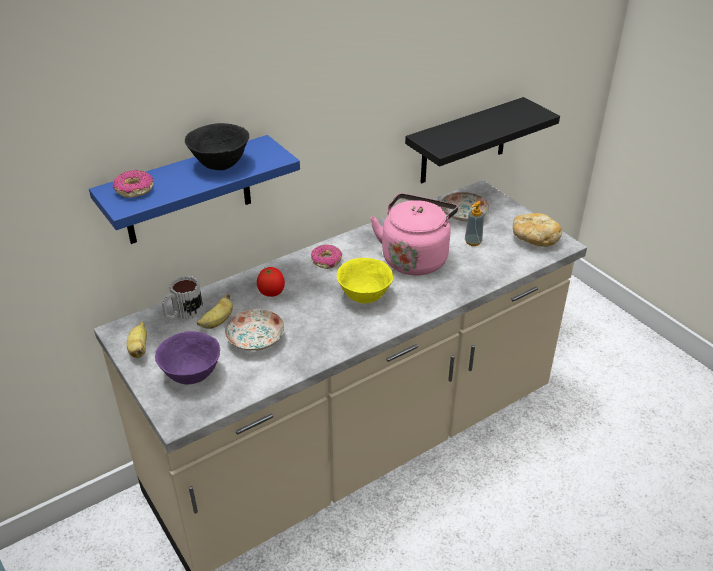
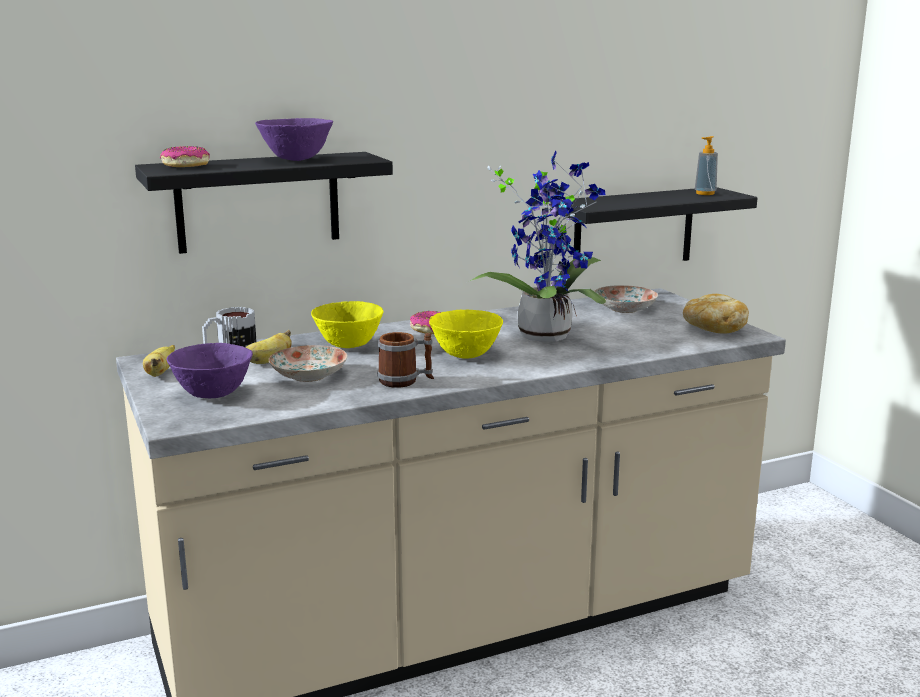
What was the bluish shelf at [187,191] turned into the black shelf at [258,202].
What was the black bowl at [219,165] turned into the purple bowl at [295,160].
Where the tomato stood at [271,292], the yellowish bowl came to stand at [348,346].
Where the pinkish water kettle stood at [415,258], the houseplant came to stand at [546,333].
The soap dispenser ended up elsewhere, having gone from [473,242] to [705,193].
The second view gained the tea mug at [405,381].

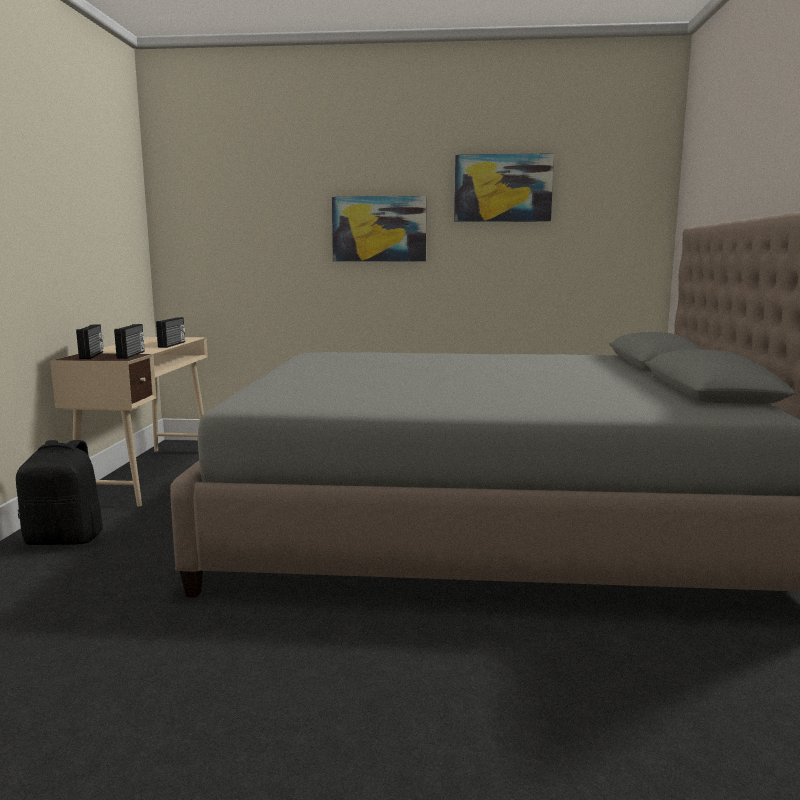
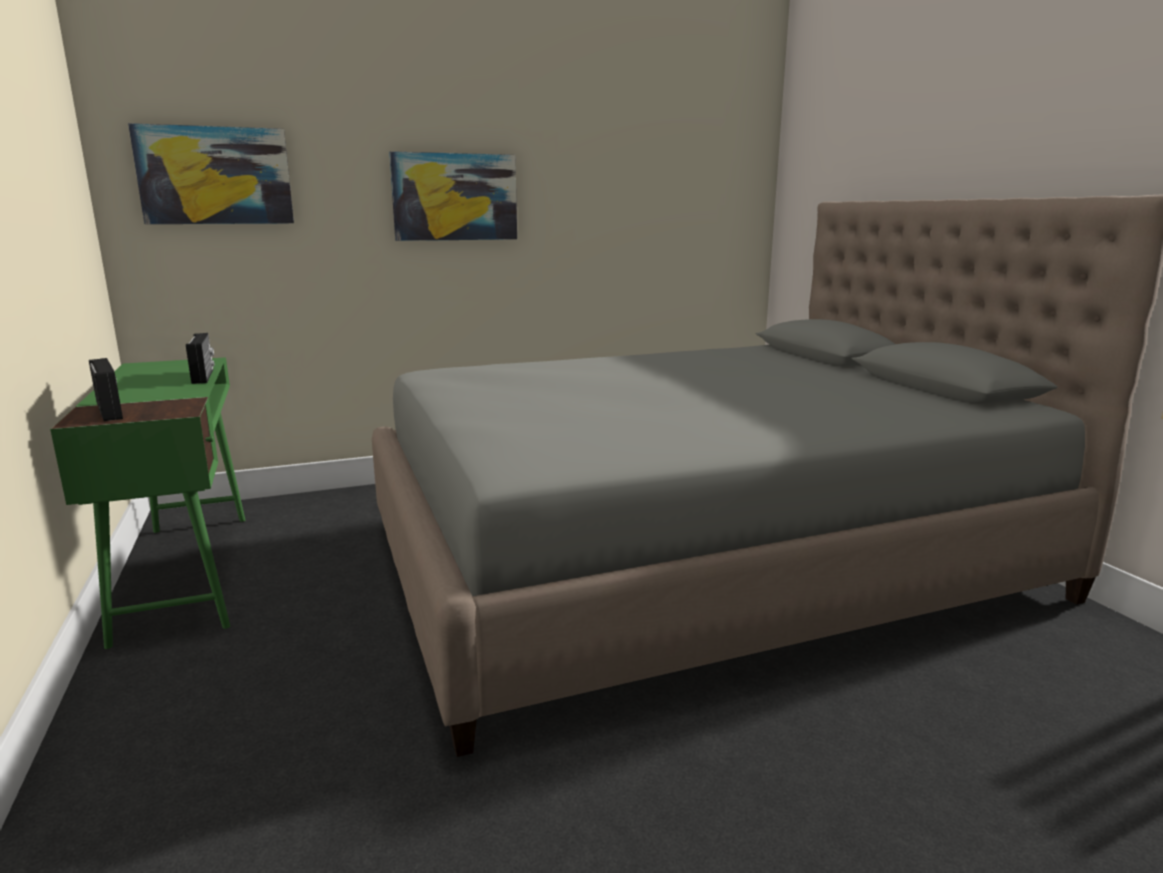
The second view lost the black rucksack at [66,539].
What was the beige-coloured desk unit at [149,474] turned into the green desk unit at [186,572].
The second view lost the radio set at [132,355].
The wall picture ended up elsewhere, having gone from [503,188] to [215,176].

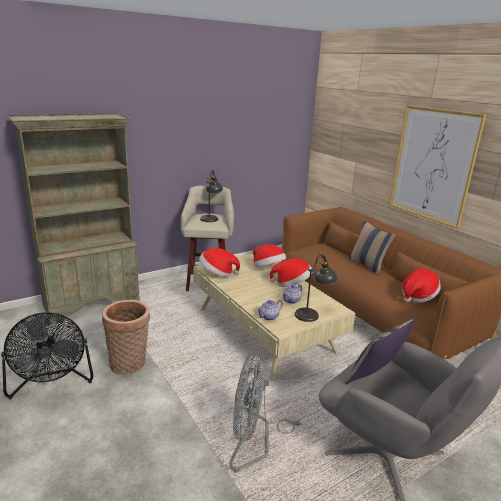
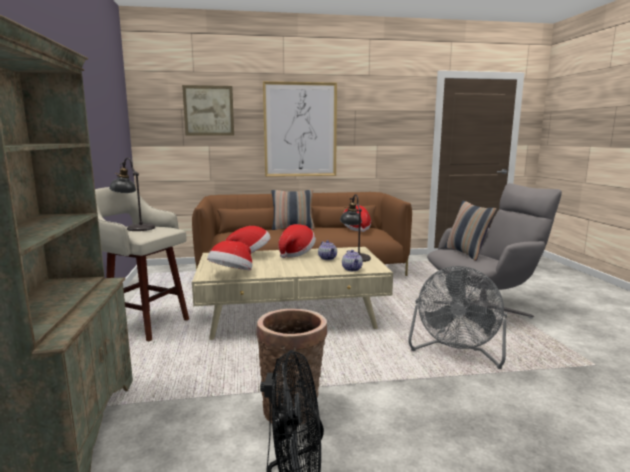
The second view gained the wall picture at [208,110].

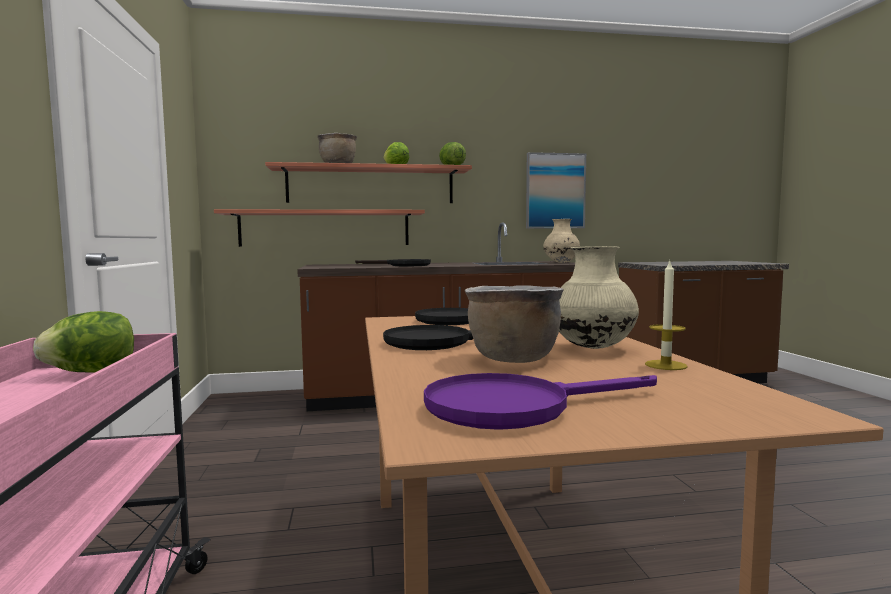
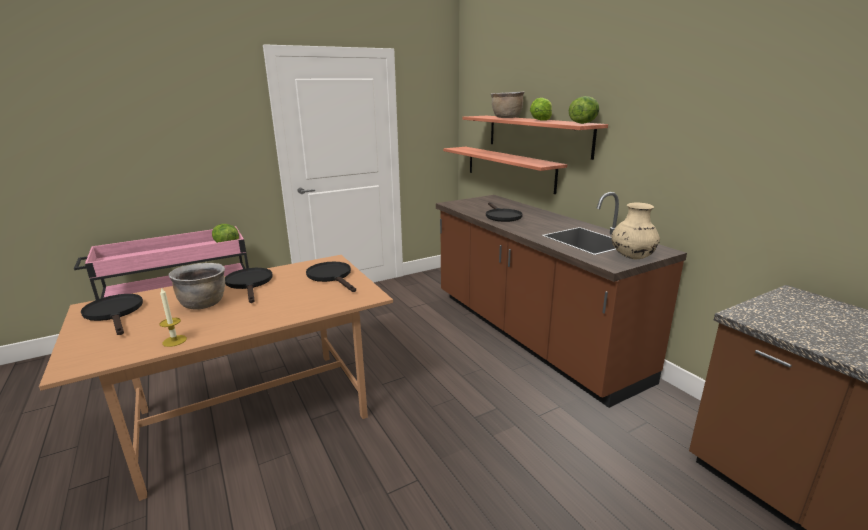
What was the purple pan at [515,407] turned into the black pan at [115,313].
The second view lost the wall picture at [555,191].
The second view lost the beige-coloured flower vase at [593,348].

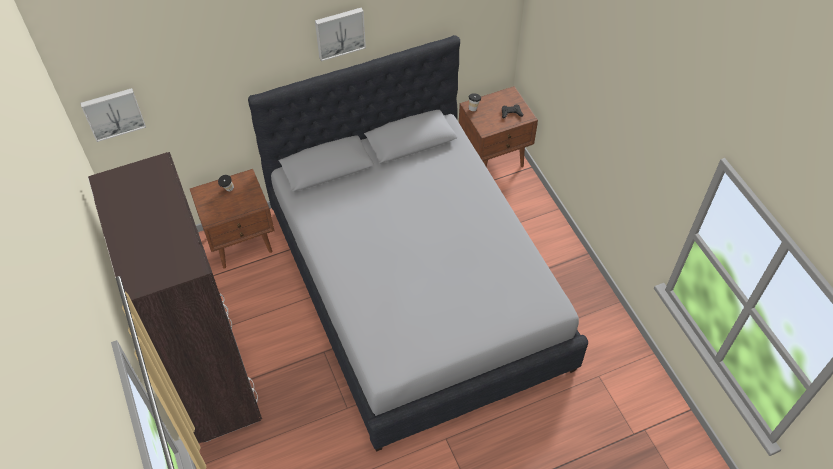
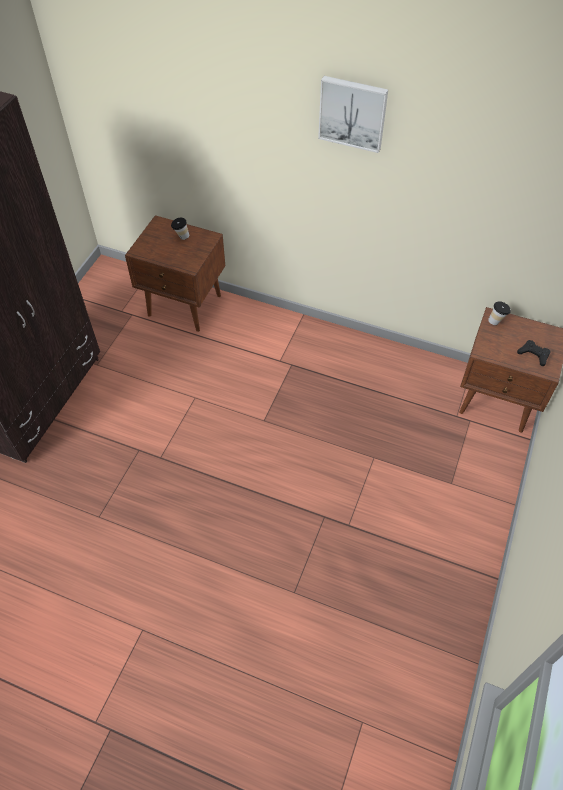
The second view lost the wall picture at [113,113].
The second view lost the gray sleeping bed at [416,286].

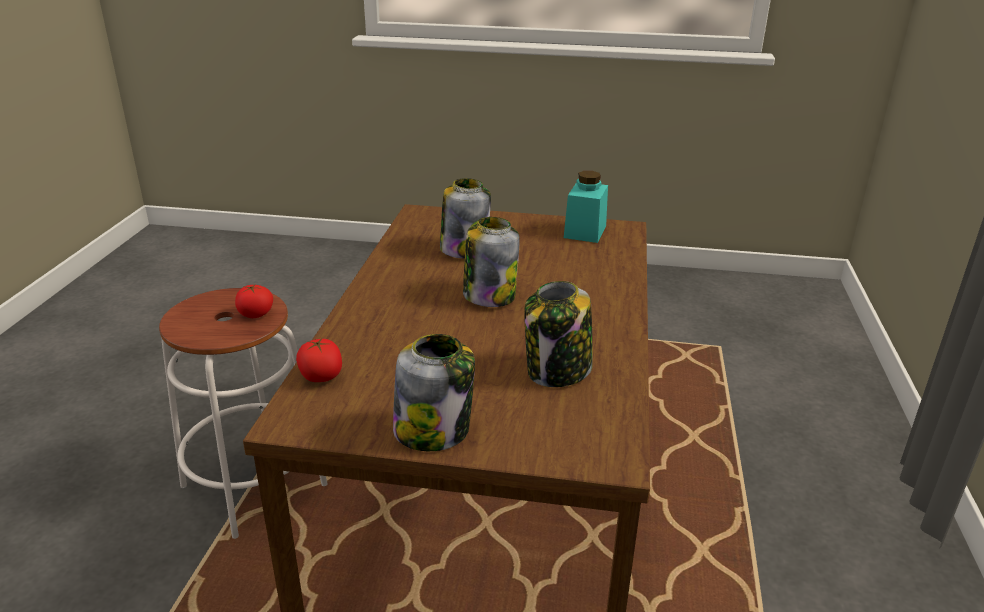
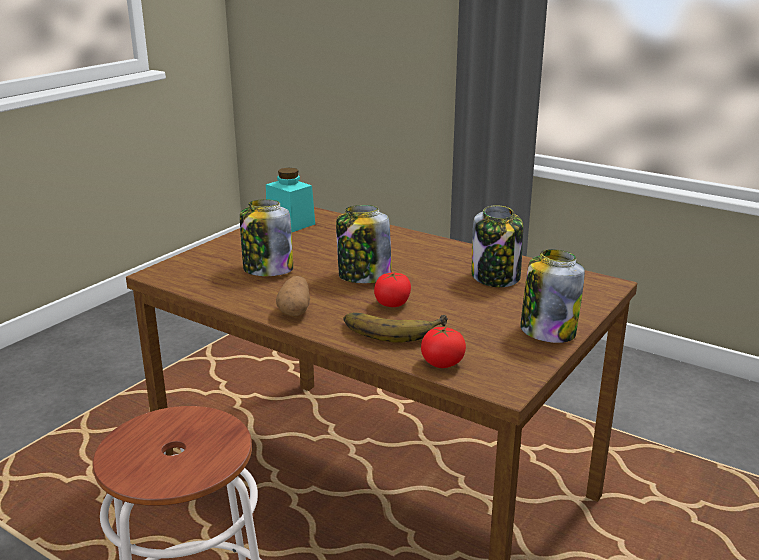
The tomato ended up elsewhere, having gone from [256,314] to [392,304].
The second view gained the whole potato at [295,310].
The second view gained the banana at [393,327].

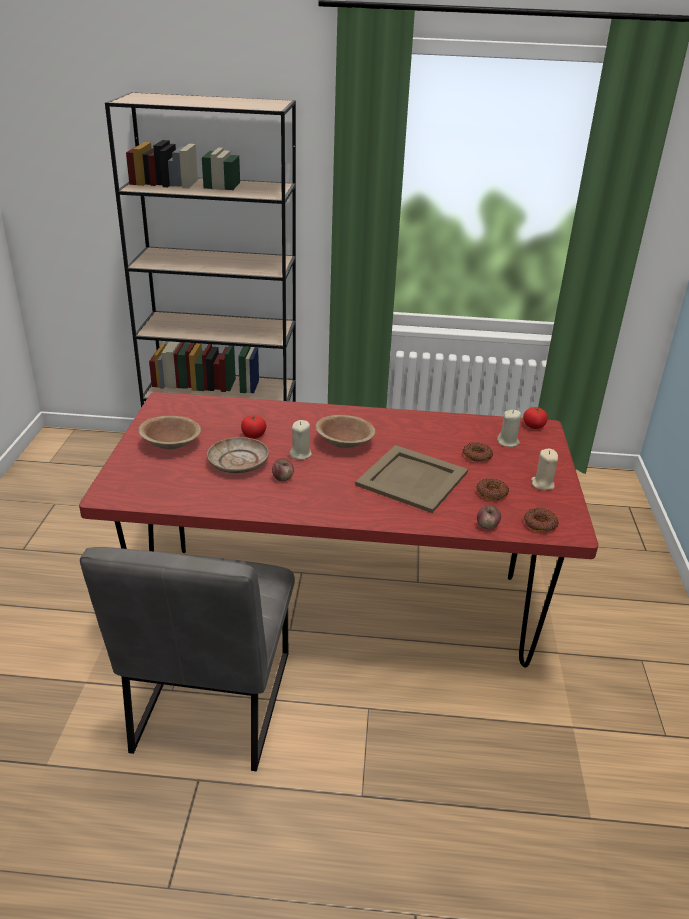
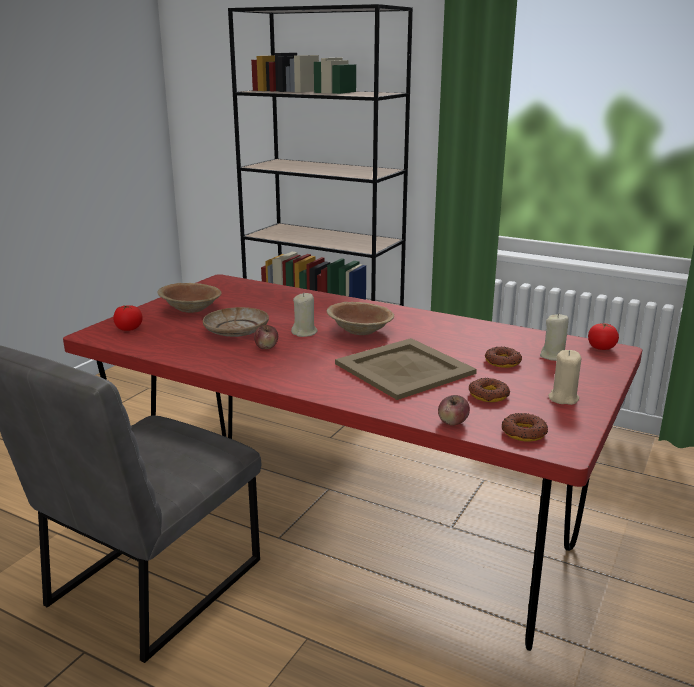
The tomato ended up elsewhere, having gone from [253,435] to [129,328].

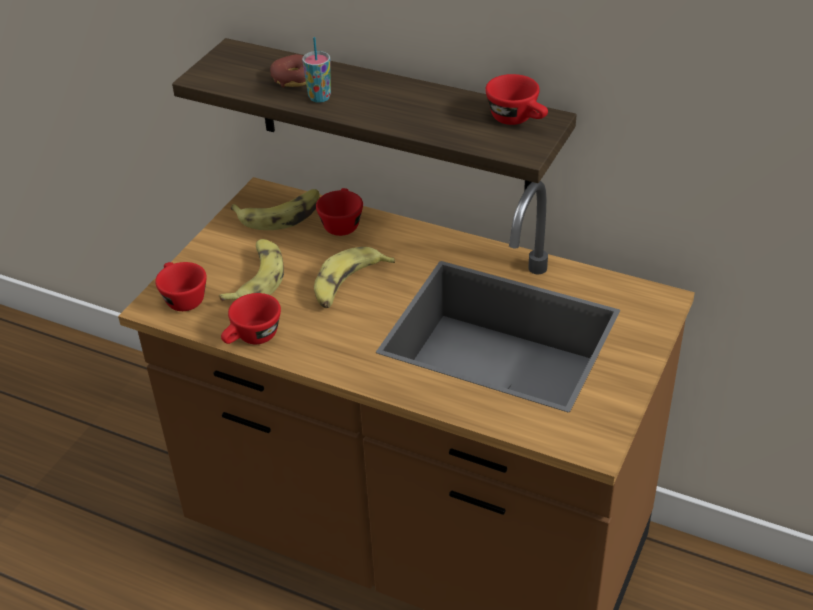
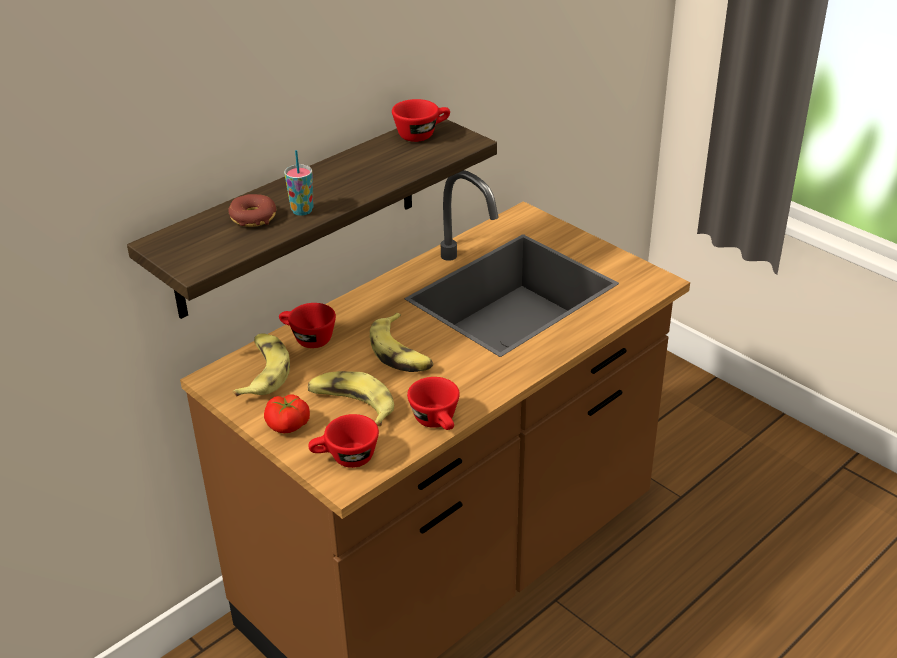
The second view gained the tomato at [288,425].

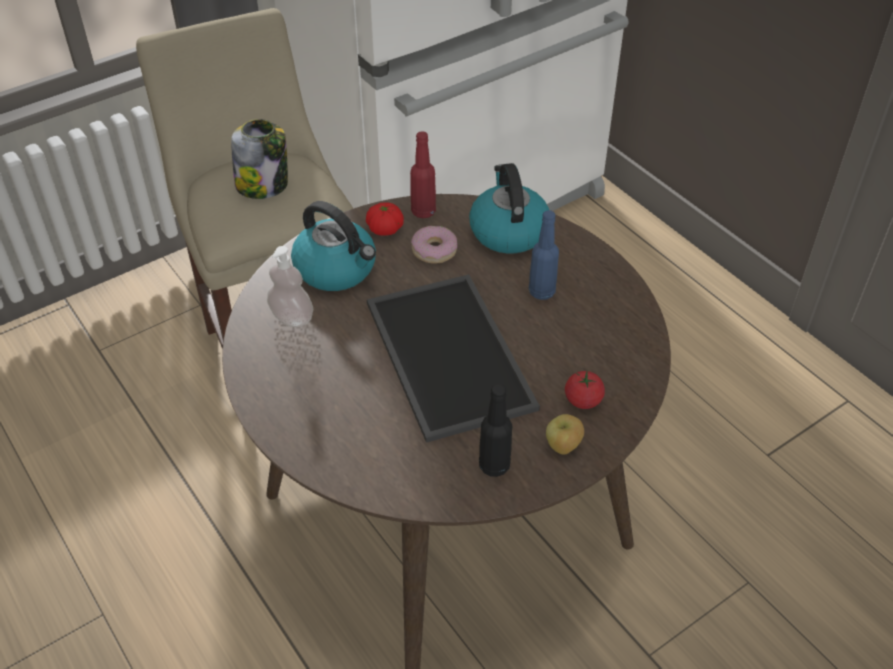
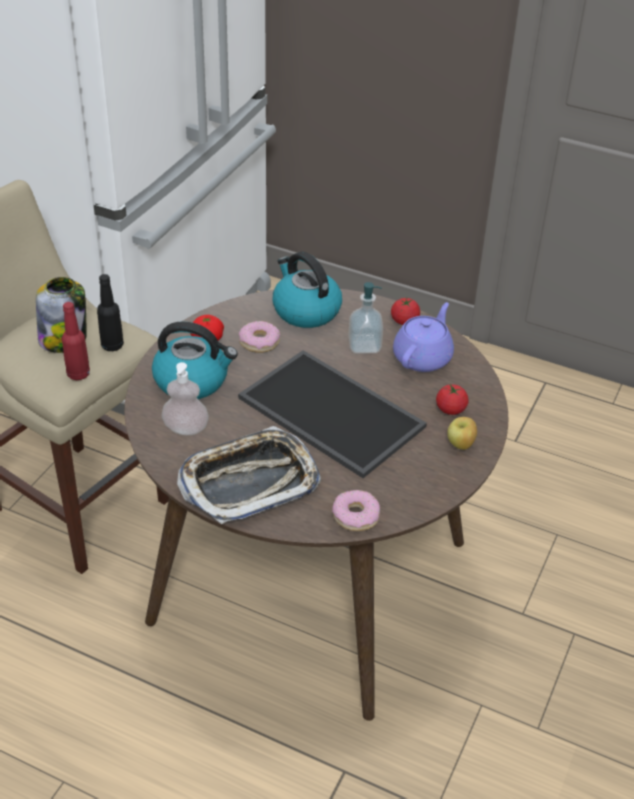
The red-coloured beverage bottle ended up elsewhere, having gone from [423,211] to [78,374].
The black beverage bottle ended up elsewhere, having gone from [494,466] to [112,345].
Where the bluish beverage bottle stood at [542,292], the soap dispenser came to stand at [364,345].
The second view gained the tray at [249,482].
The second view gained the ring doughnut at [356,516].
The second view gained the tomato at [404,321].
The second view gained the purple tea pot at [423,357].

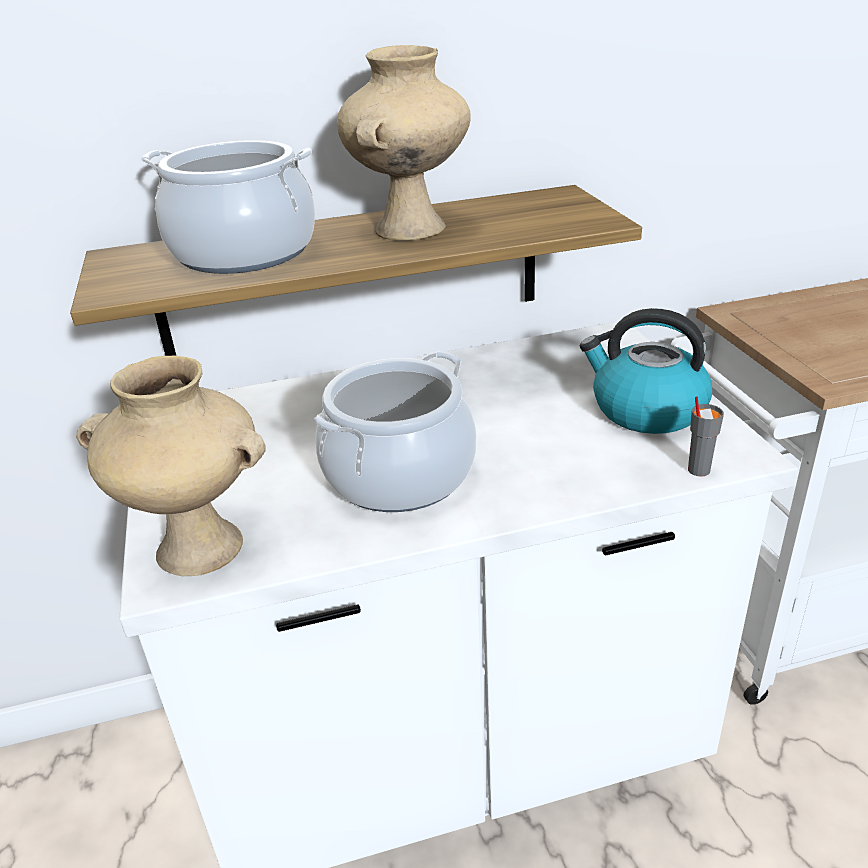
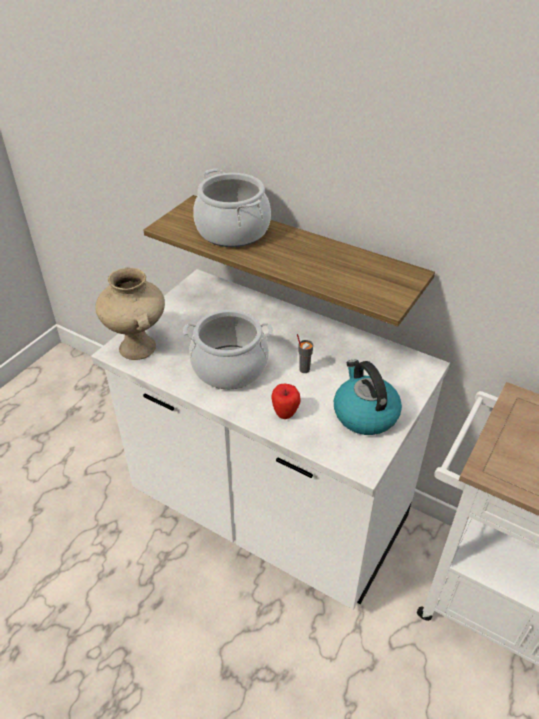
The second view lost the beige-coloured flower vase at [411,230].
The gray small cup ended up elsewhere, having gone from [697,470] to [304,369].
The second view gained the apple at [285,413].

